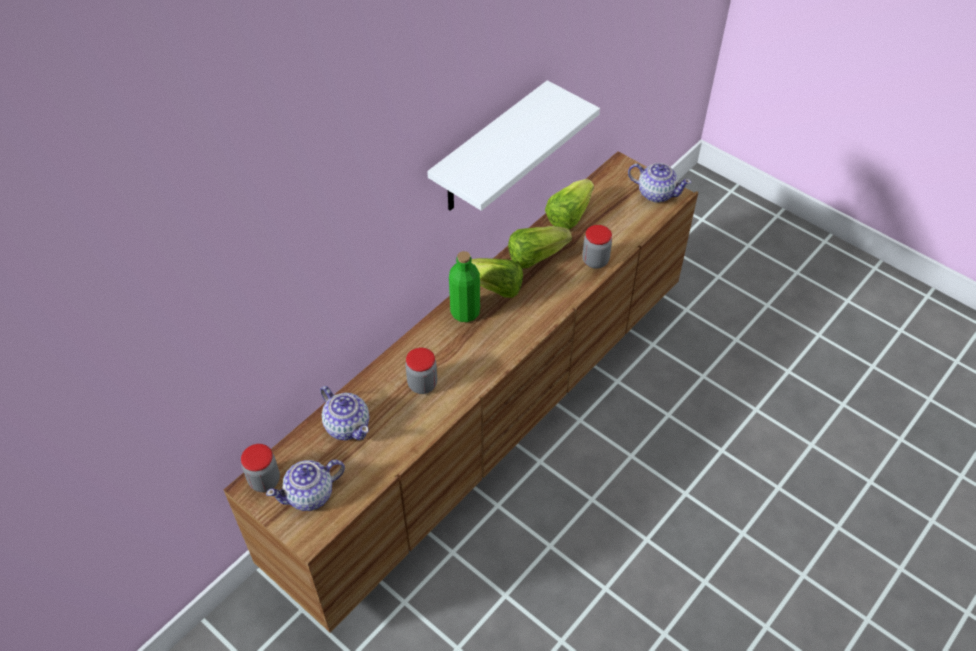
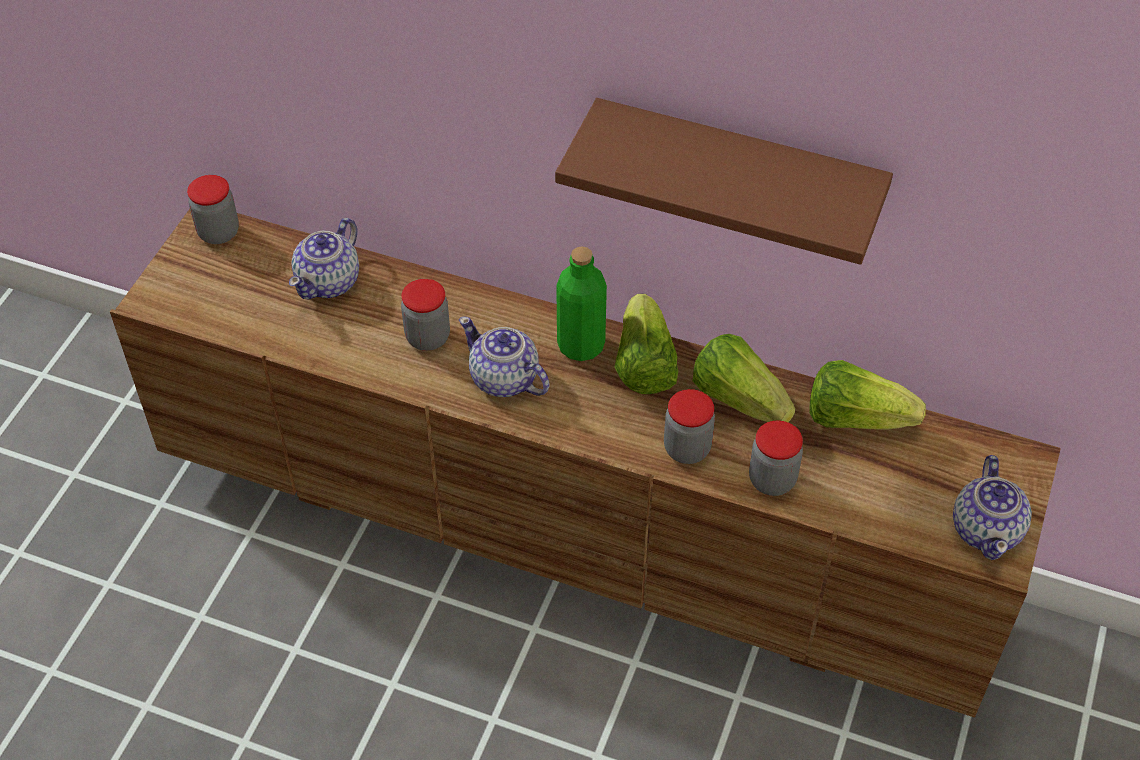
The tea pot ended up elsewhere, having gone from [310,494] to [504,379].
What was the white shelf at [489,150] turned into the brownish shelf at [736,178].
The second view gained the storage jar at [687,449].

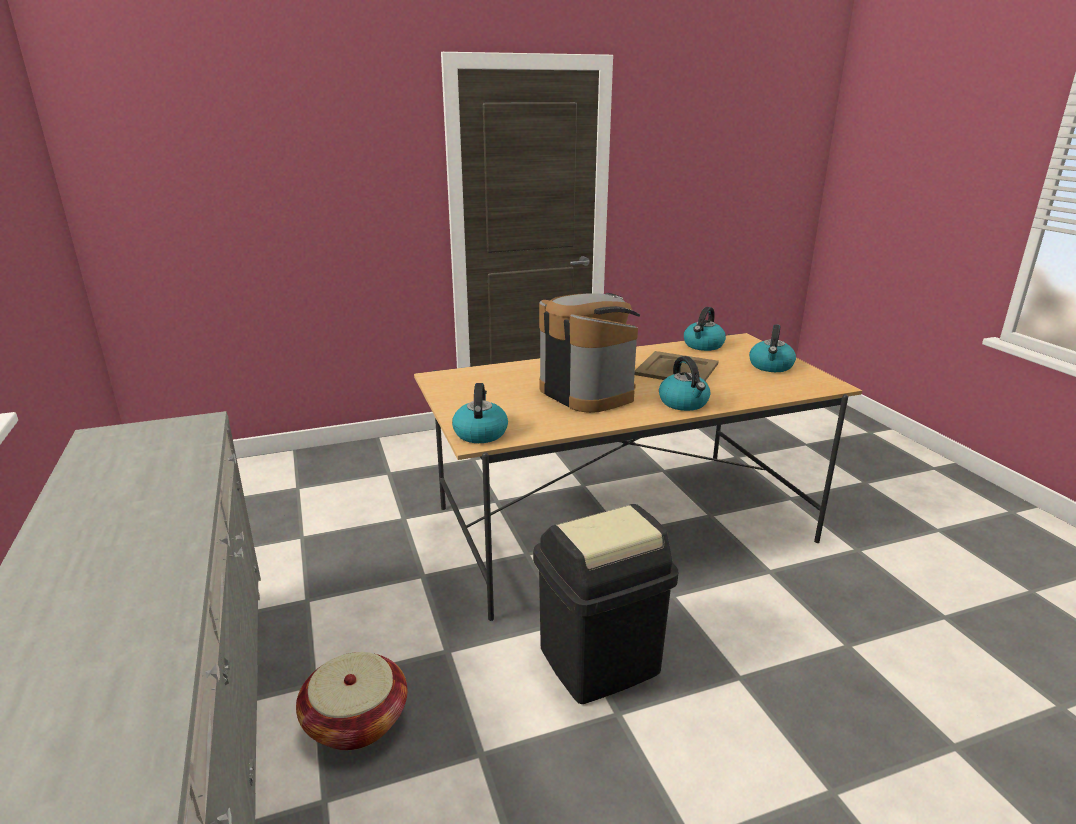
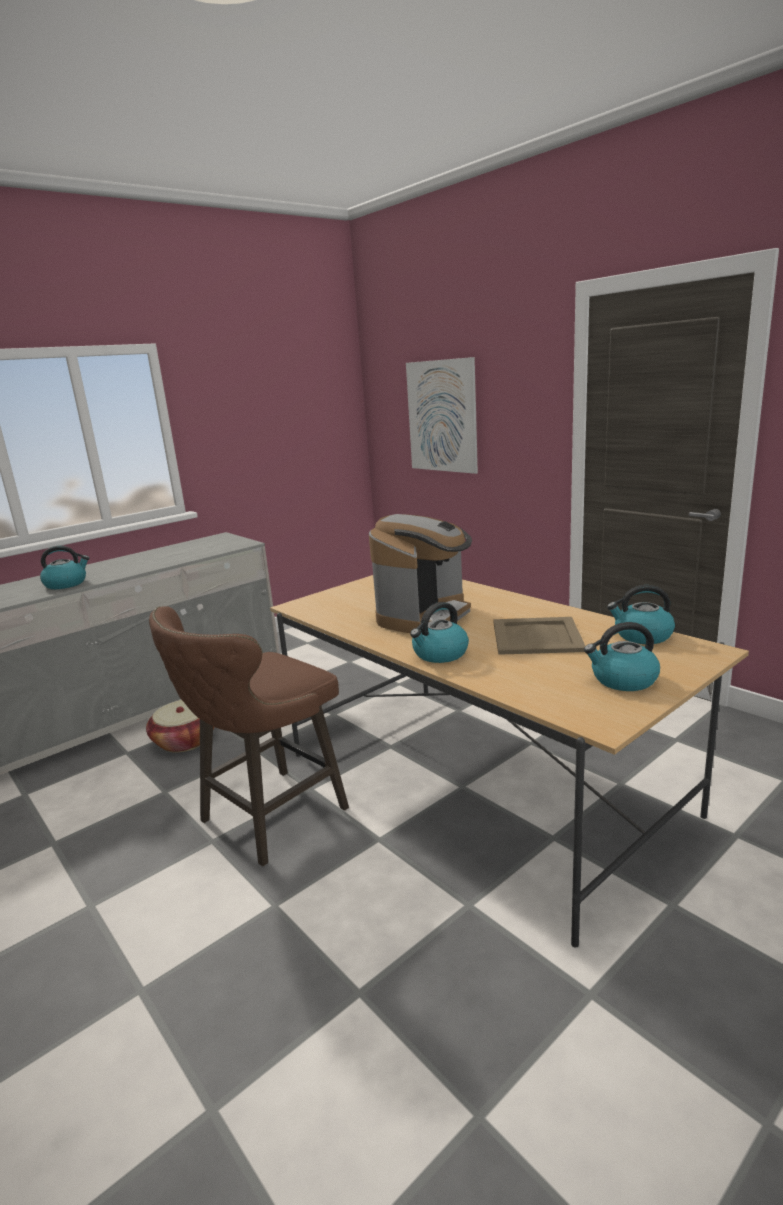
The water kettle ended up elsewhere, having gone from [480,433] to [66,584].
Where the black rubbish bin stood at [599,661], the brownish stool seat came to stand at [268,818].
The second view gained the wall picture at [442,416].

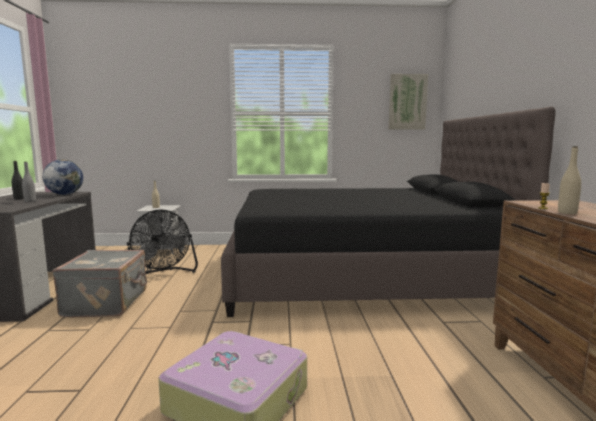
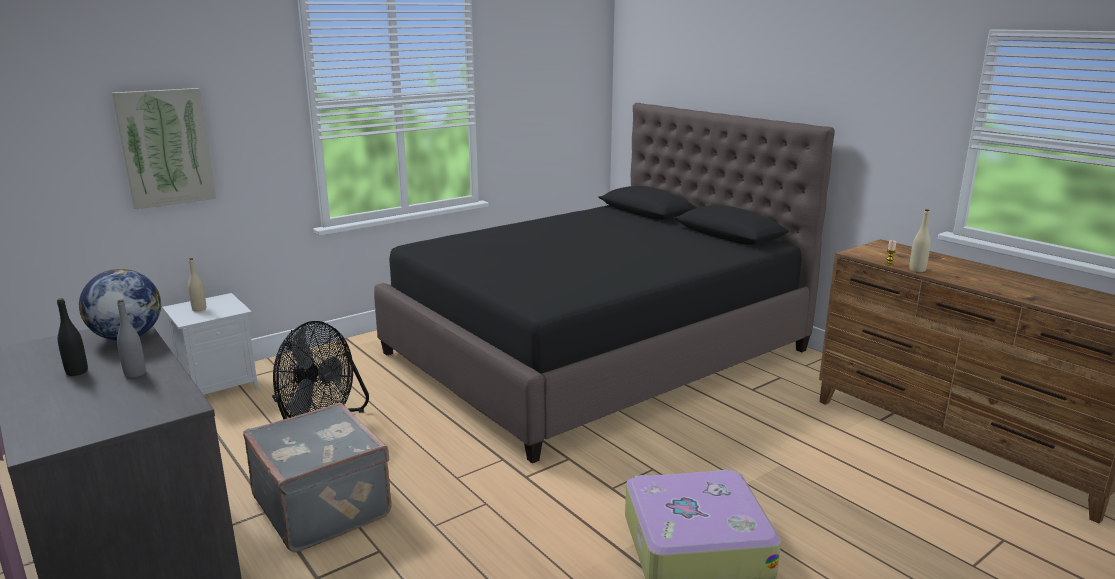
The wall picture ended up elsewhere, having gone from [407,102] to [165,147].

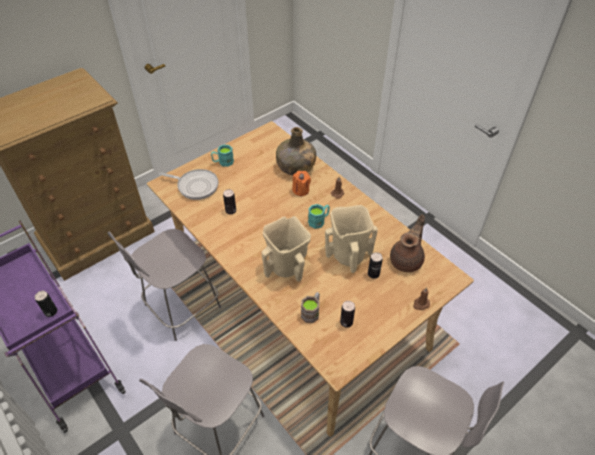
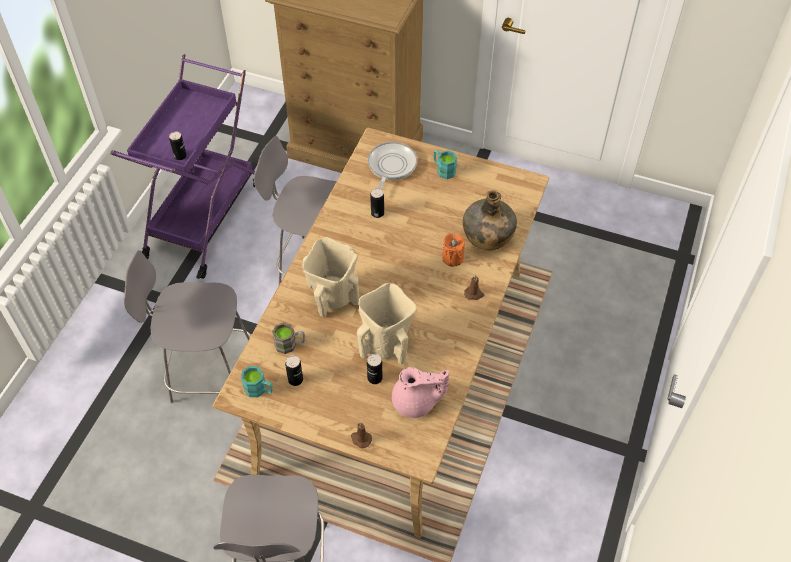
The pan at [195,186] ended up facing another way, 150 degrees counterclockwise from before.
The turquoise-coloured tea mug ended up elsewhere, having gone from [319,221] to [259,390].
What was the brownish tea pot at [407,260] turned into the pinkish tea pot at [416,402].

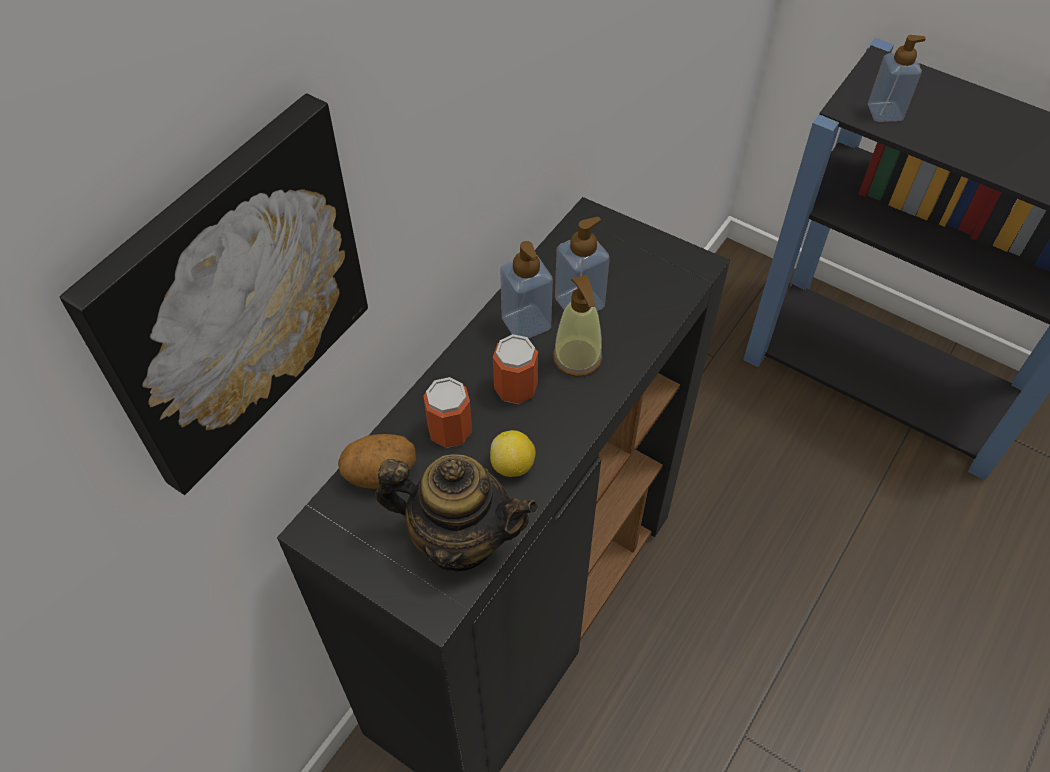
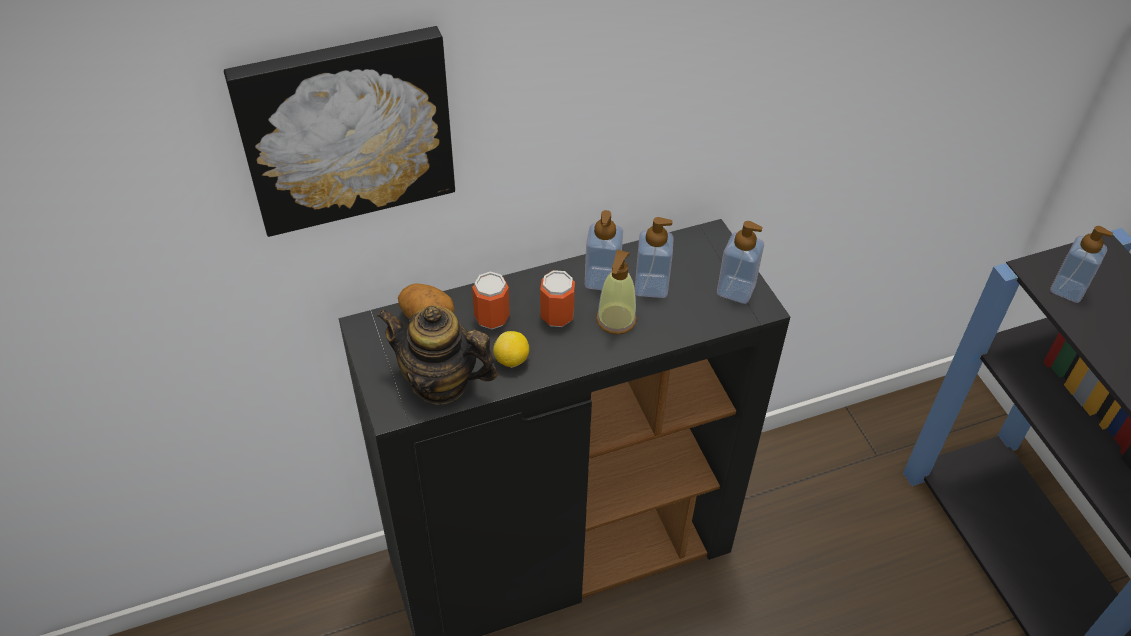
The tea pot at [459,538] ended up facing another way, 150 degrees clockwise from before.
The second view gained the soap dispenser at [736,289].

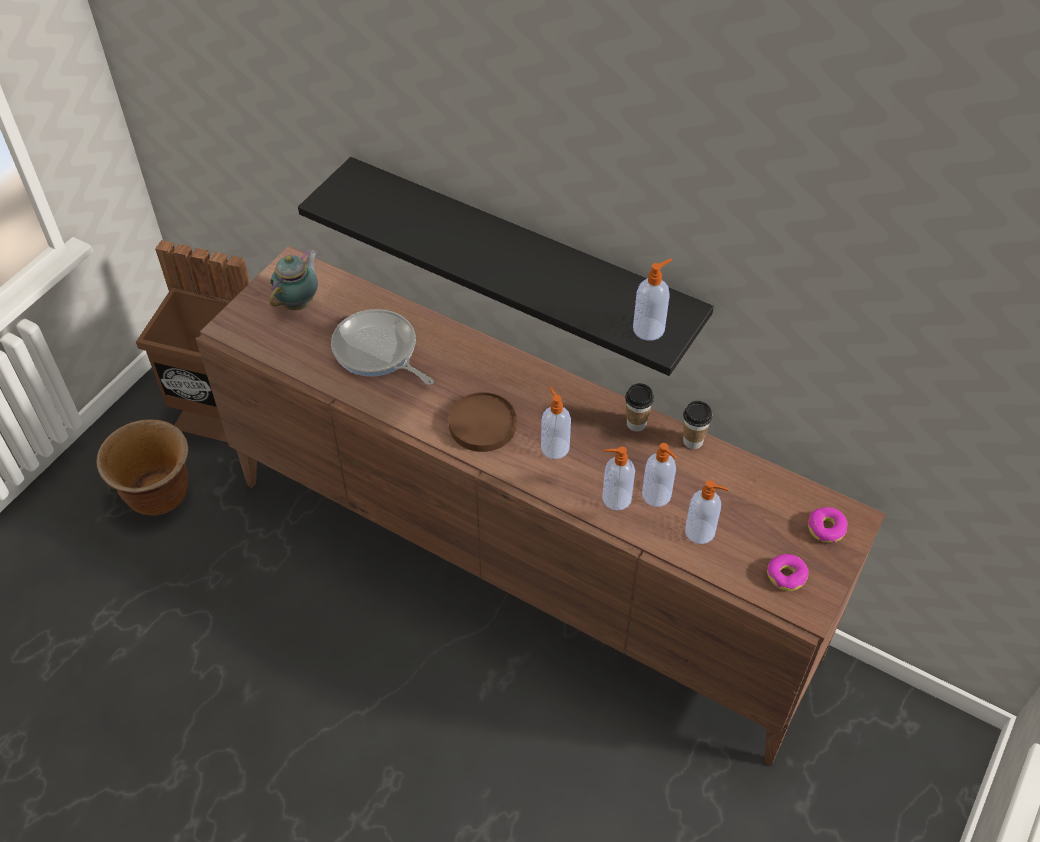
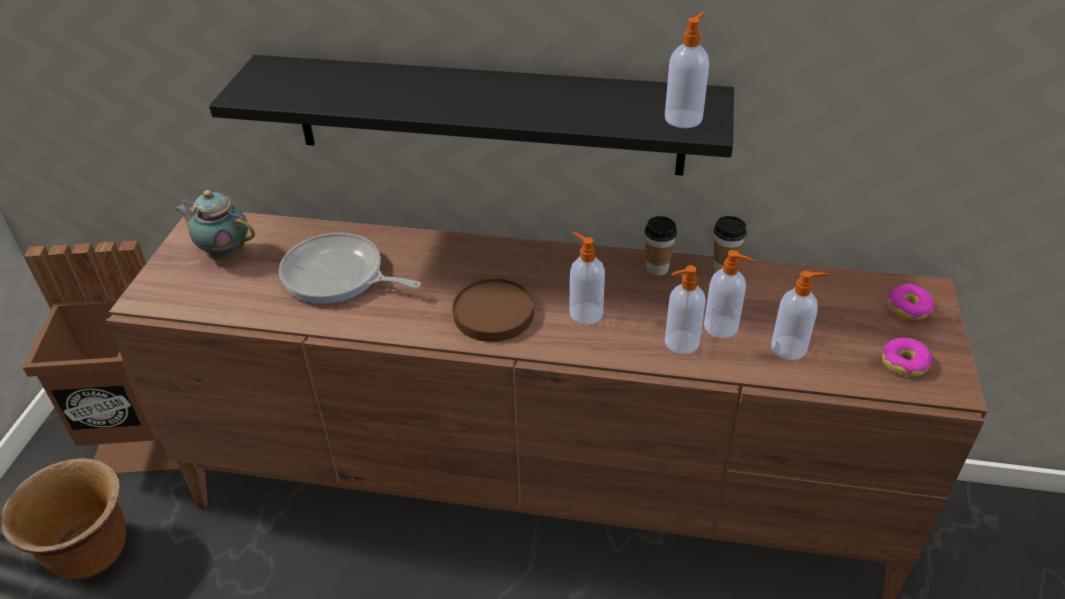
The tea pot at [300,302] ended up facing another way, 75 degrees counterclockwise from before.

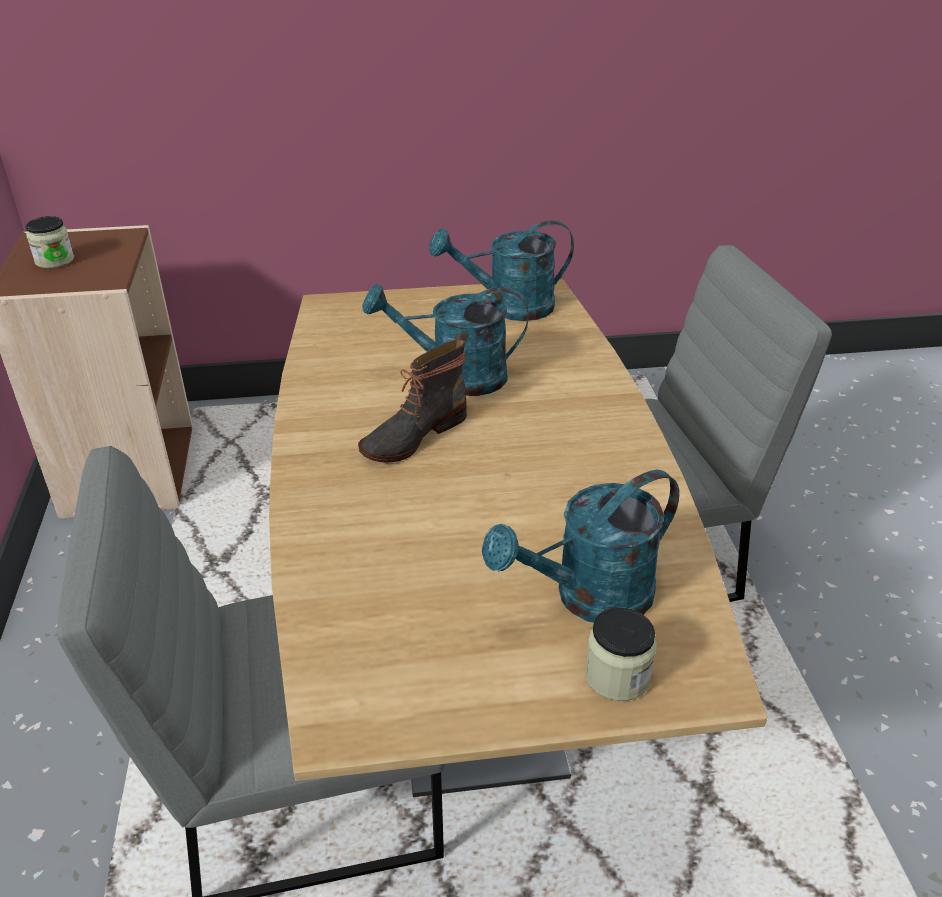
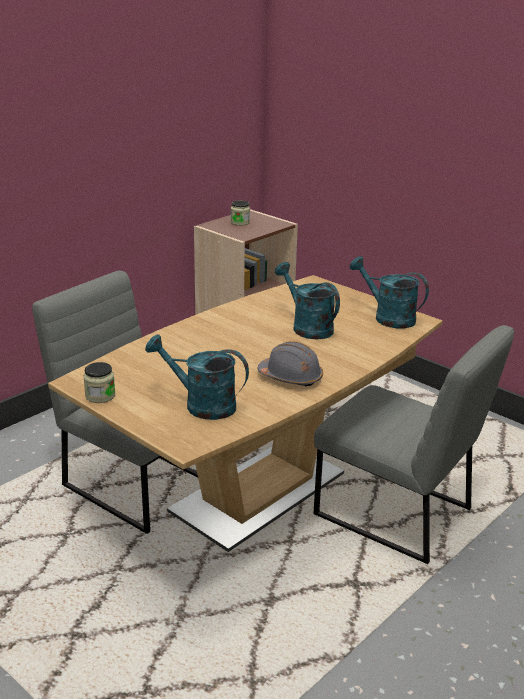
The second view lost the high-top boot at [412,435].
The storage jar ended up elsewhere, having gone from [617,676] to [100,396].
The second view gained the gray work helmet at [291,377].

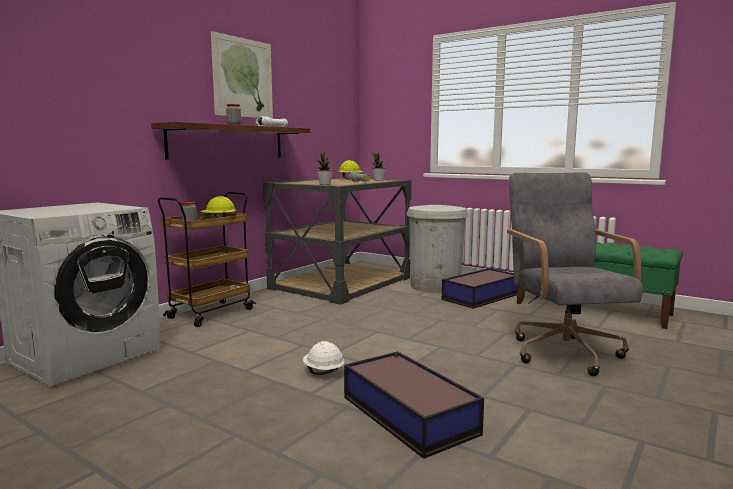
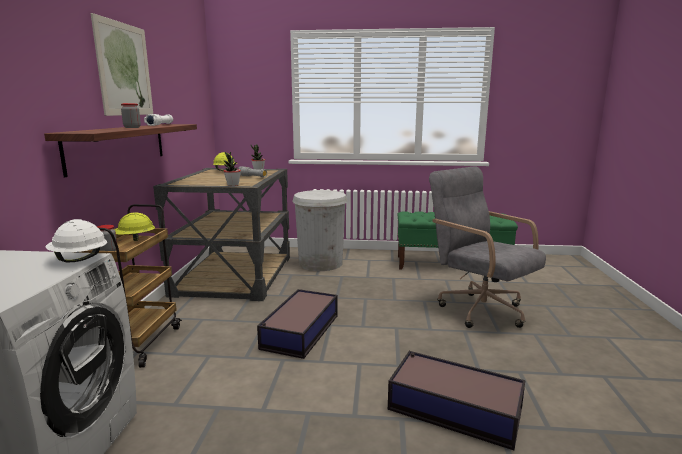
The white work helmet ended up elsewhere, having gone from [323,372] to [79,259].
The storage box ended up elsewhere, having gone from [480,297] to [299,332].

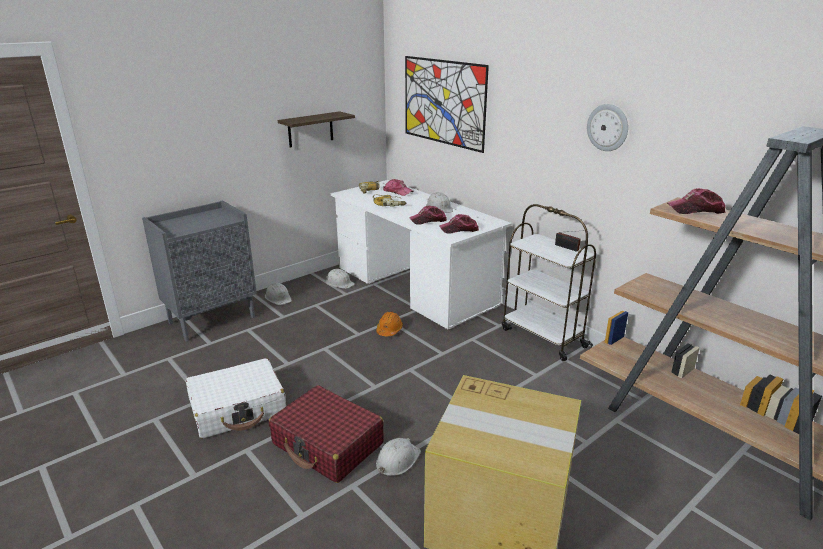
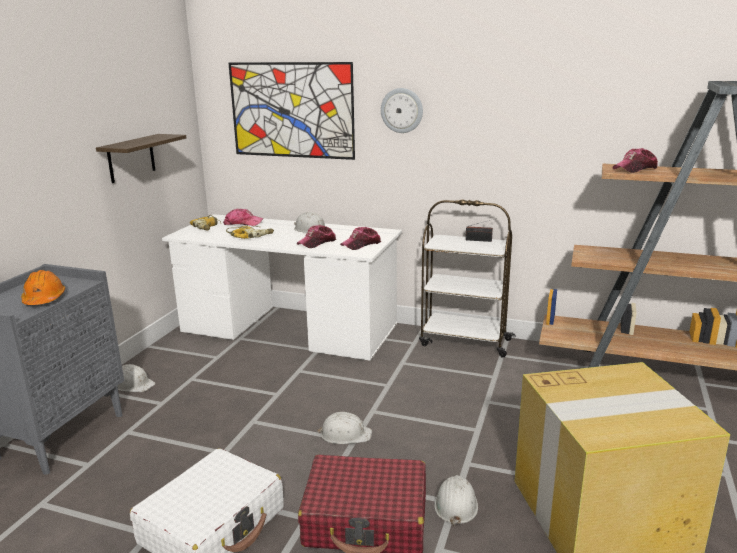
The white work helmet ended up elsewhere, having gone from [339,283] to [345,434].
The orangey work helmet ended up elsewhere, having gone from [389,330] to [44,299].
The clock on the wall ended up elsewhere, having gone from [608,127] to [402,110].

